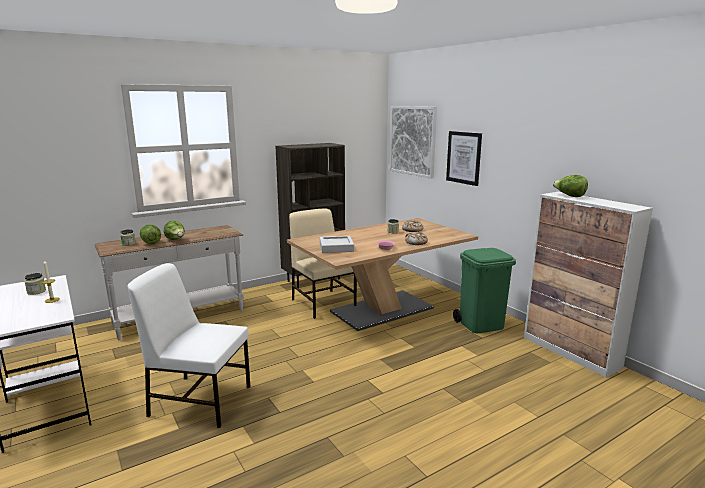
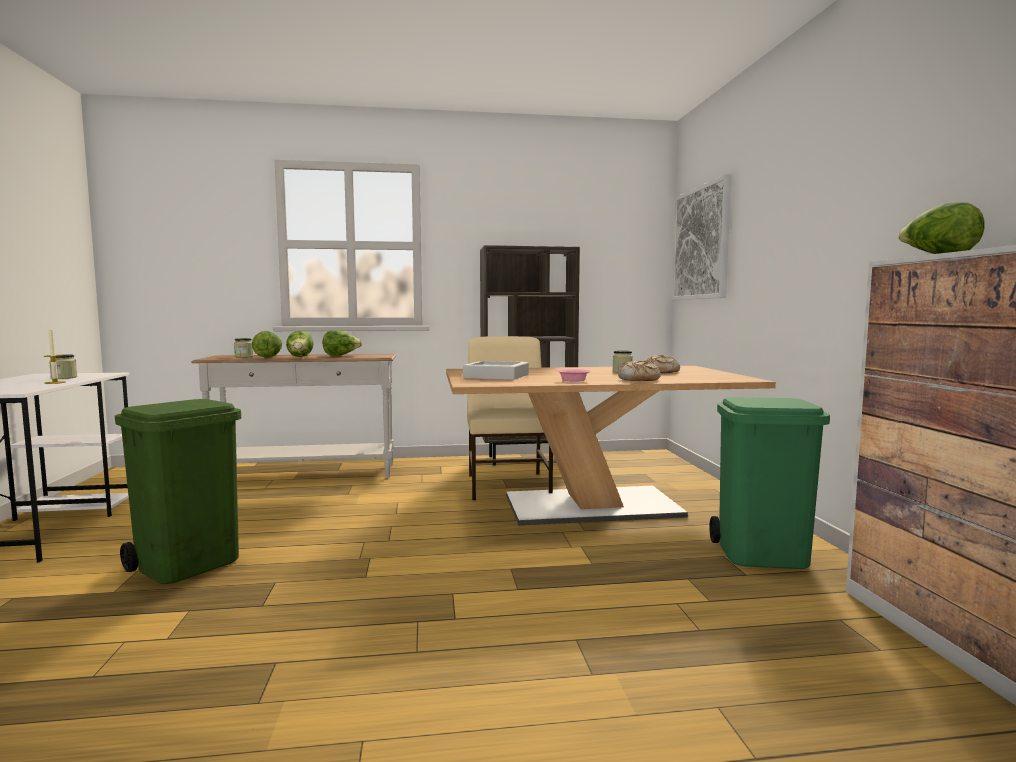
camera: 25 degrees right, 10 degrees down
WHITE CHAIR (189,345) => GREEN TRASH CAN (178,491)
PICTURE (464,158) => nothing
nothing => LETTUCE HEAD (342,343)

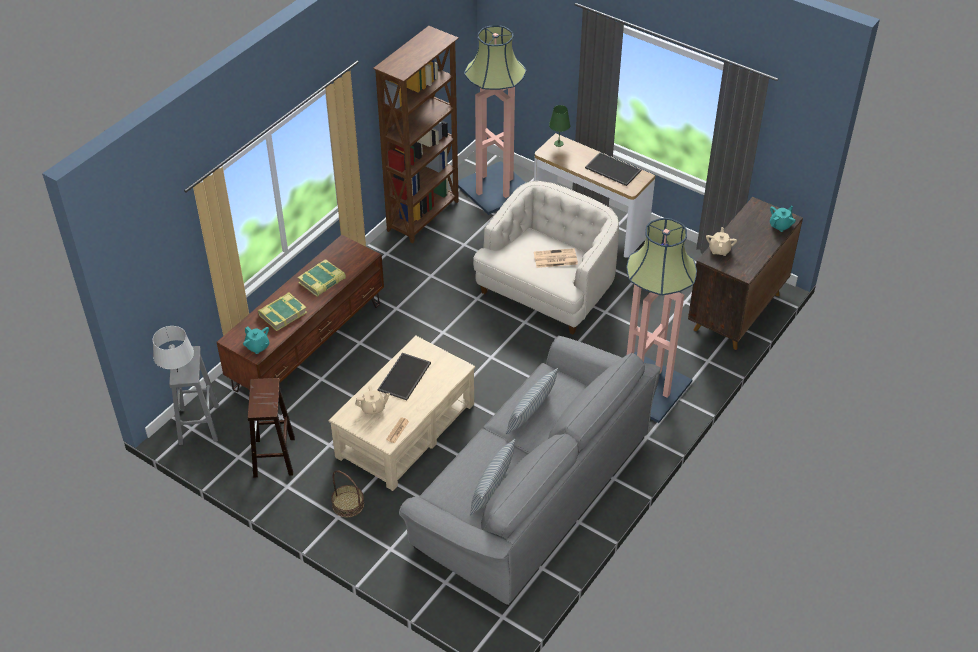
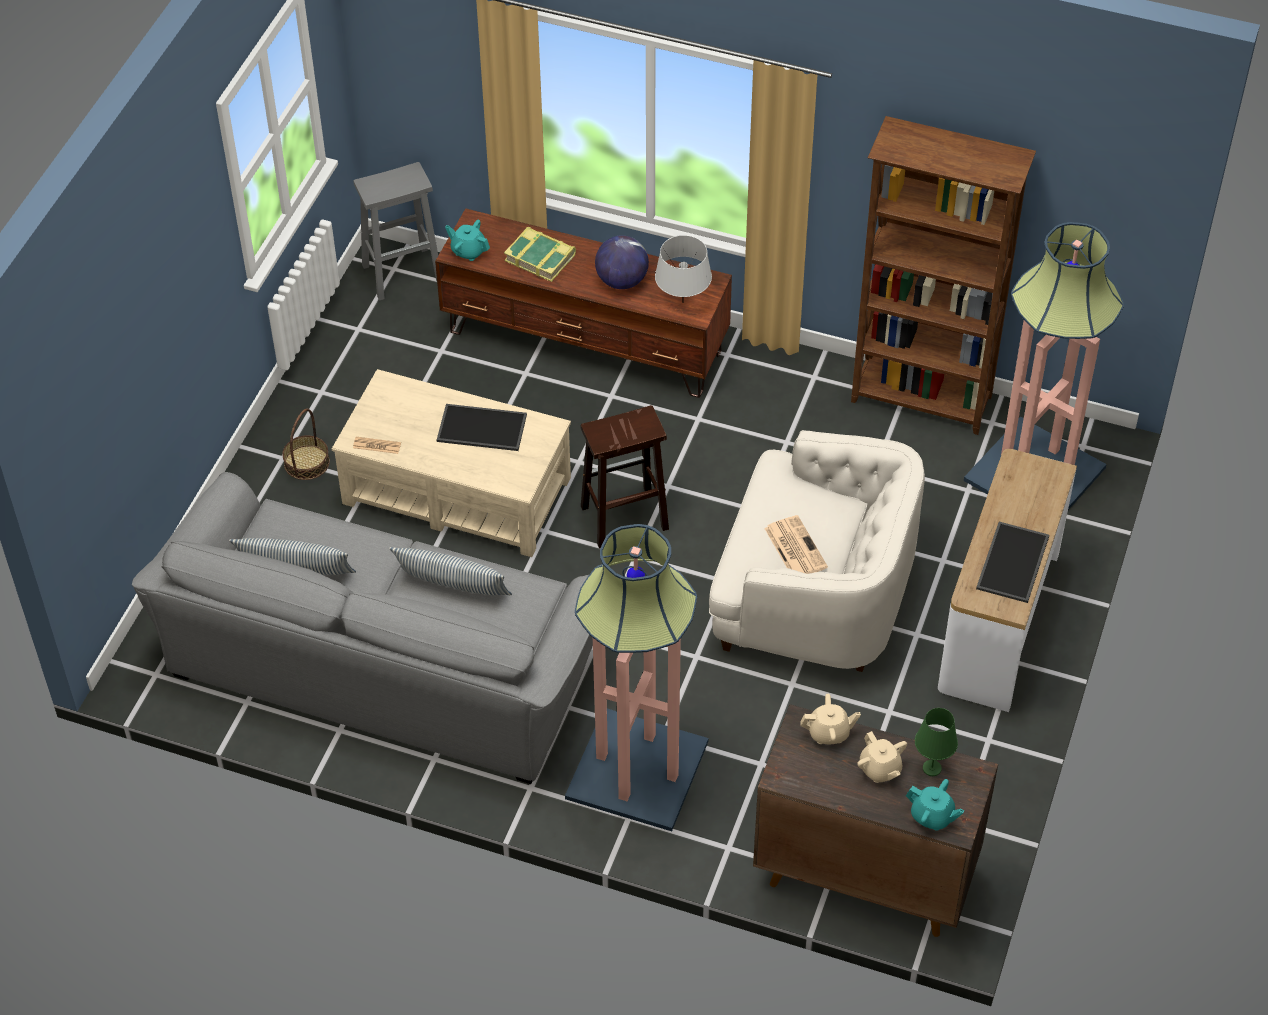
camera: 75 degrees right, 5 degrees up
GRAY TABLETOP LAMP (173,349) => GRAY TABLETOP LAMP (683,268), relocated
TURQUOISE-COLOURED TEA POT (256,340) => TURQUOISE-COLOURED TEA POT (467,240), 90 degrees clockwise
BROWN SITTING STOOL (271,427) => BROWN SITTING STOOL (625,477), relocated
BOUND BOOK (322,278) => GLOBE (622,262)
BEIGE-COLOURED TEA POT (372,400) => BEIGE-COLOURED TEA POT (882,757), relocated
GREEN TABLETOP LAMP (559,126) => GREEN TABLETOP LAMP (936,742), relocated

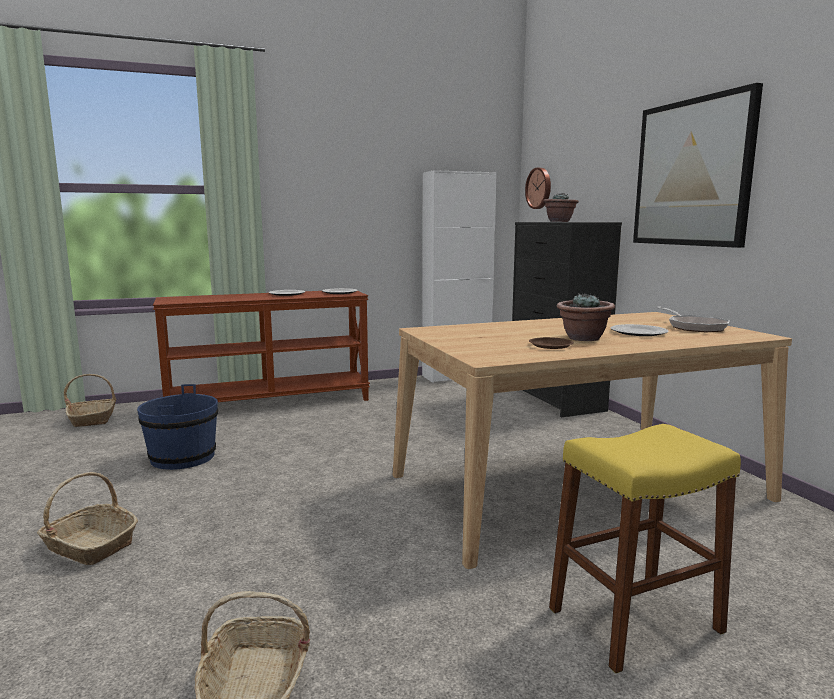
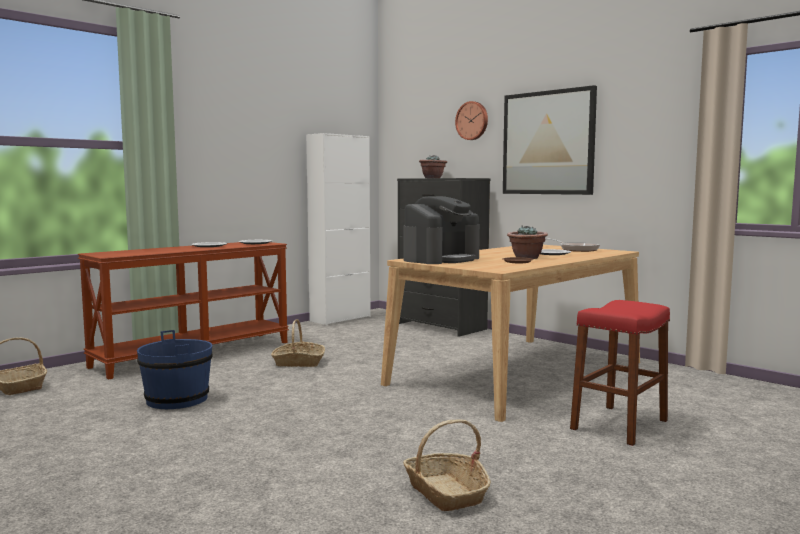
camera: 25 degrees left, 5 degrees down
HOUSEHOLD BASKET (87,518) => HOUSEHOLD BASKET (298,343), relocated
CLOCK ON THE WALL (538,188) => CLOCK ON THE WALL (471,120), relocated
YELLOWISH SITTING STOOL (645,548) => RED-COLOURED SITTING STOOL (620,373)
nothing => COFFEE BREWER (442,230)

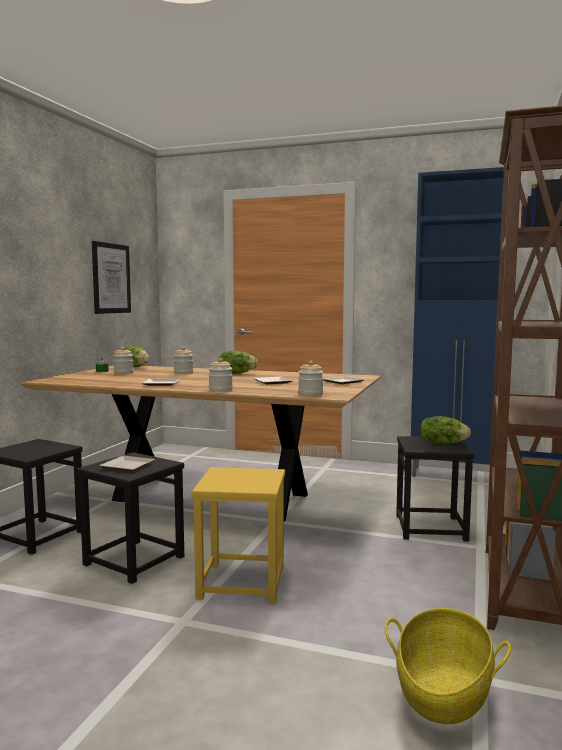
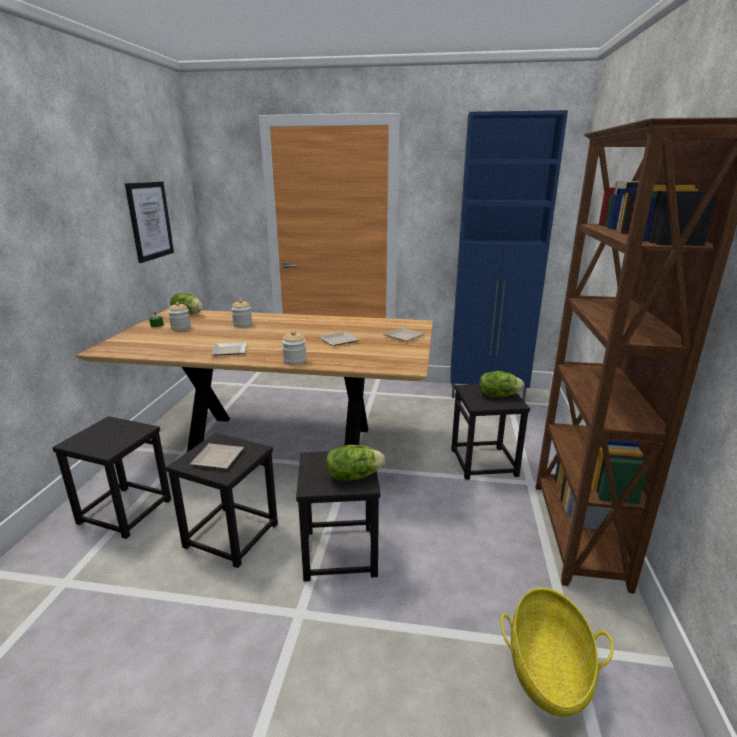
camera: 10 degrees left, 15 degrees up
YELLOWISH SITTING STOOL (238,535) => BLACKISH SITTING STOOL (338,516)
LETTUCE HEAD (238,362) => LETTUCE HEAD (355,463), relocated
PRESERVE JAR (310,378) => nothing

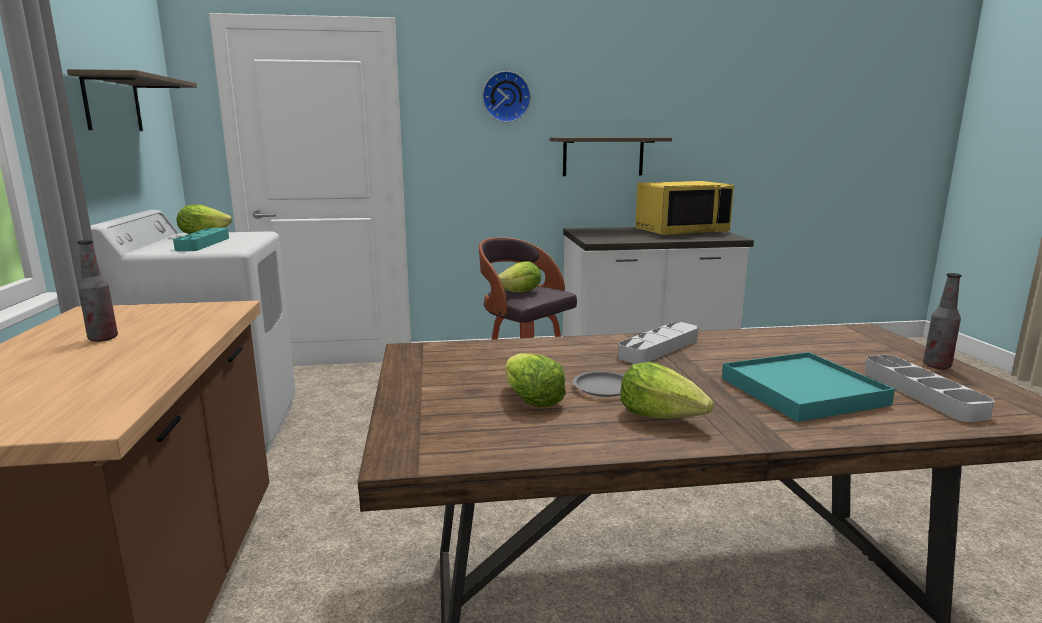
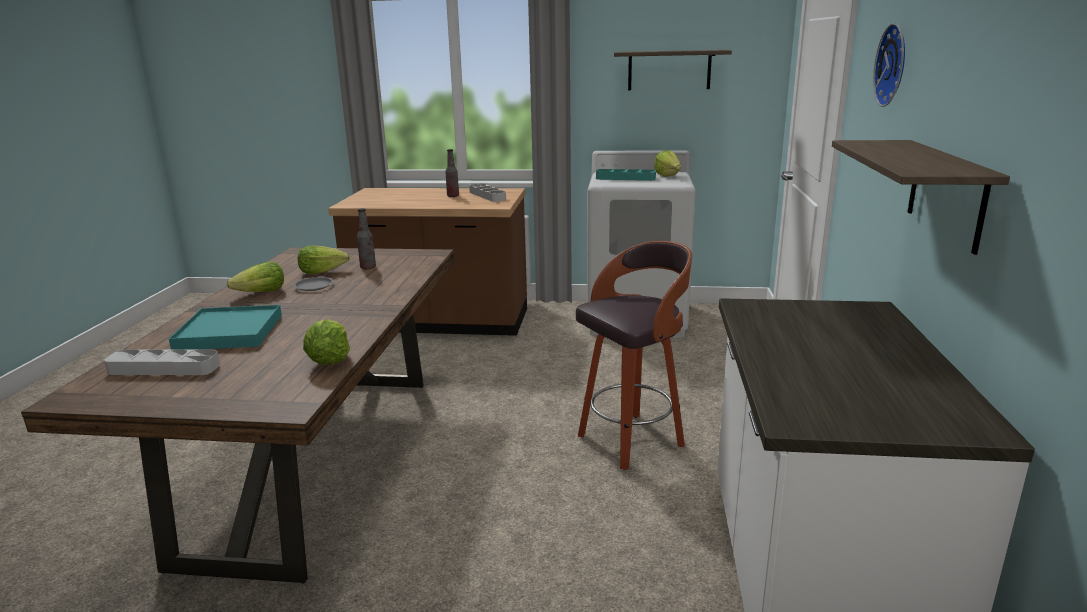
camera: 105 degrees right, 5 degrees up
LETTUCE HEAD (519,276) => LETTUCE HEAD (326,342), relocated
GRAY CARRYING TRAY (658,343) => GRAY CARRYING TRAY (487,192), relocated
YELLOWISH MICROWAVE OVEN (684,208) => nothing
BOTTLE (942,321) => BOTTLE (366,238), relocated

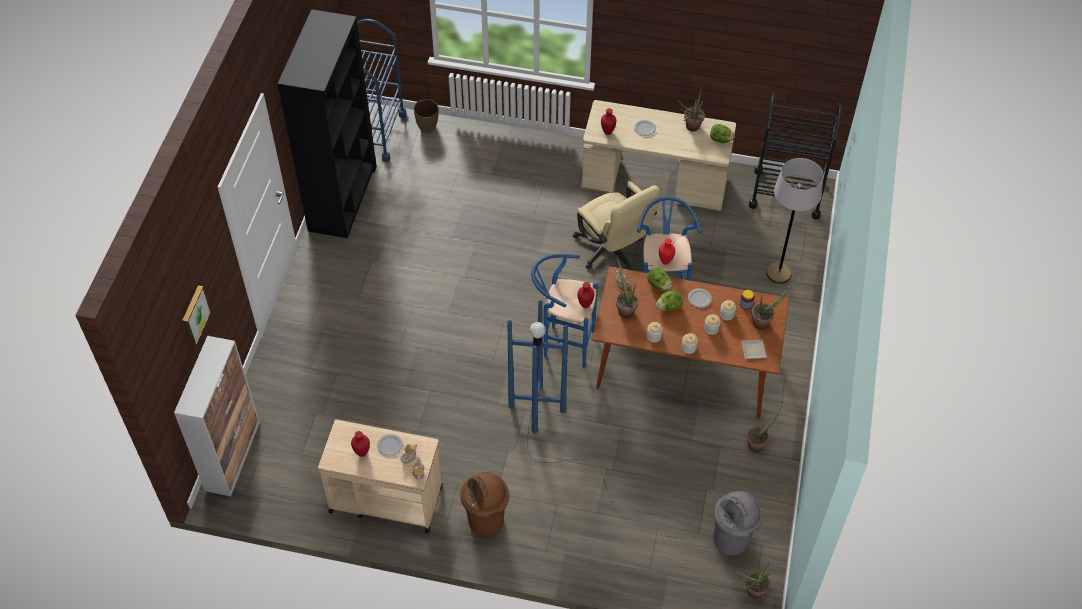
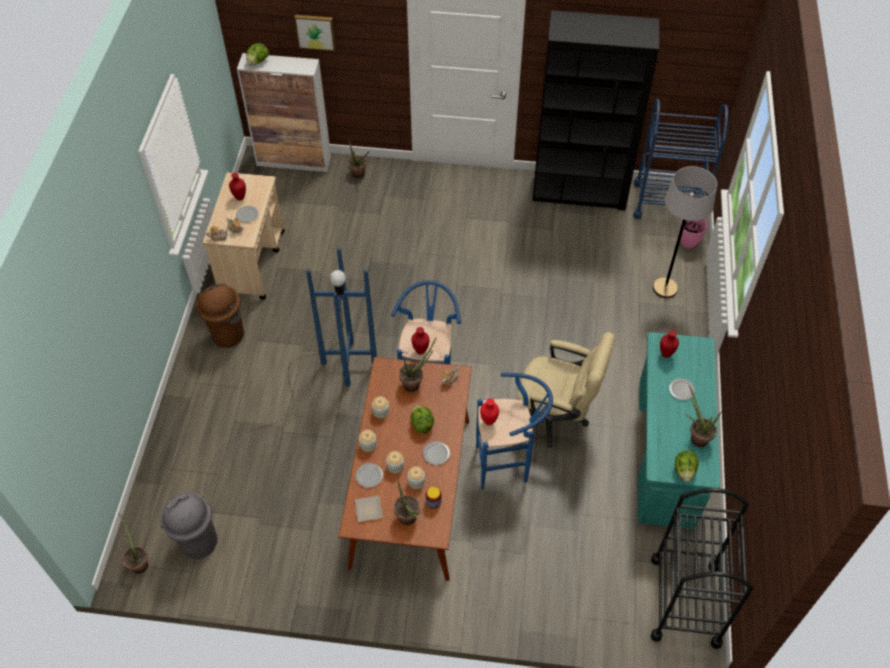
camera: 85 degrees right, 0 degrees up
BROWN DECORATIVE VASE (426,116) => PINKISH DECORATIVE VASE (693,234)
BEIGE-COLOURED COMPUTER CHAIR (617,225) => BEIGE-COLOURED COMPUTER CHAIR (566,389), 120 degrees counterclockwise
BEIGE-COLOURED DESK (659,155) => TURQUOISE-COLOURED DESK (679,430)
LETTUCE HEAD (659,279) => LETTUCE HEAD (257,54), relocated
PLANT IN A POT (765,426) => PLANT IN A POT (359,157), relocated
GRAY STANDING LAMP (795,221) => GRAY STANDING LAMP (685,232), relocated
nothing => DINNER PLATE (369,475)

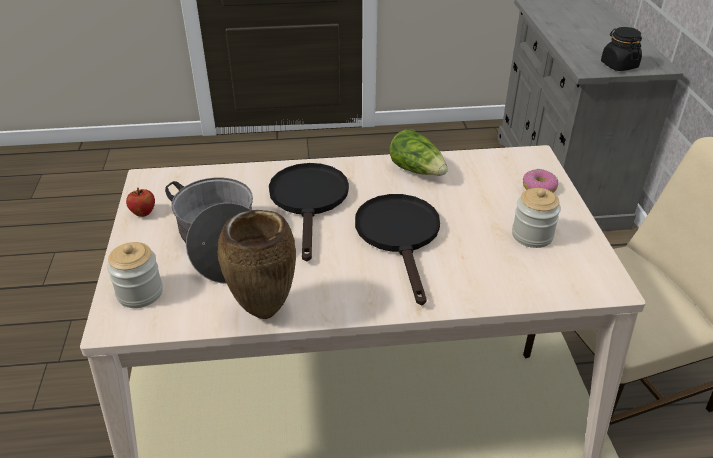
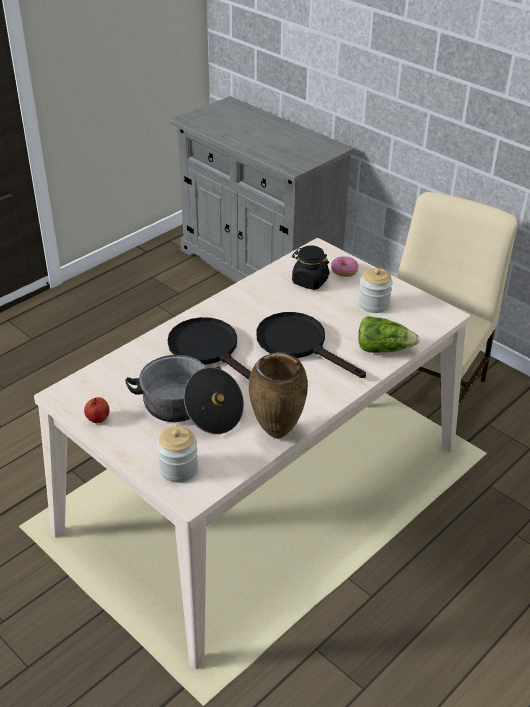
camera: 40 degrees left, 0 degrees up
LETTUCE HEAD (418,152) => LETTUCE HEAD (389,334), relocated
BLACKISH PRESERVE JAR (621,49) => BLACKISH PRESERVE JAR (311,267), relocated

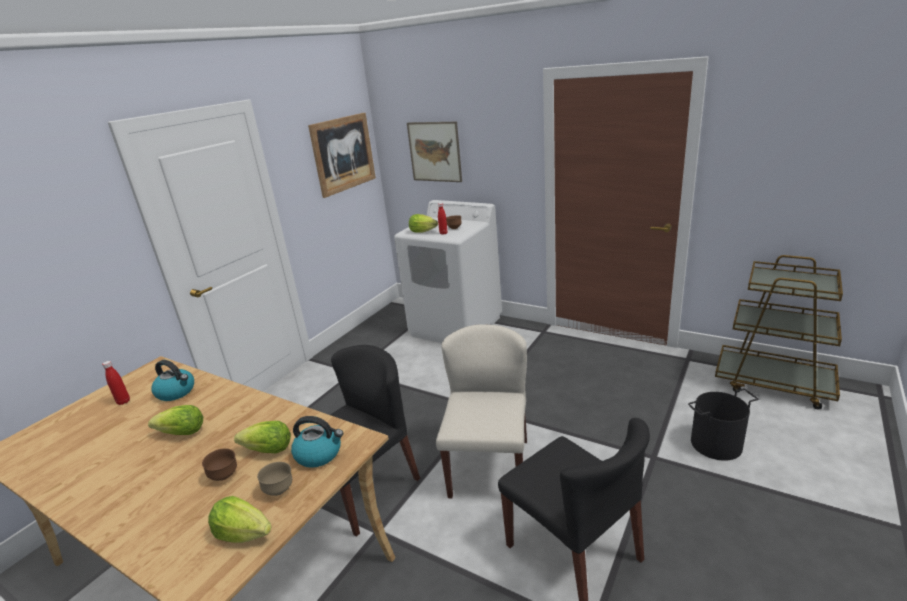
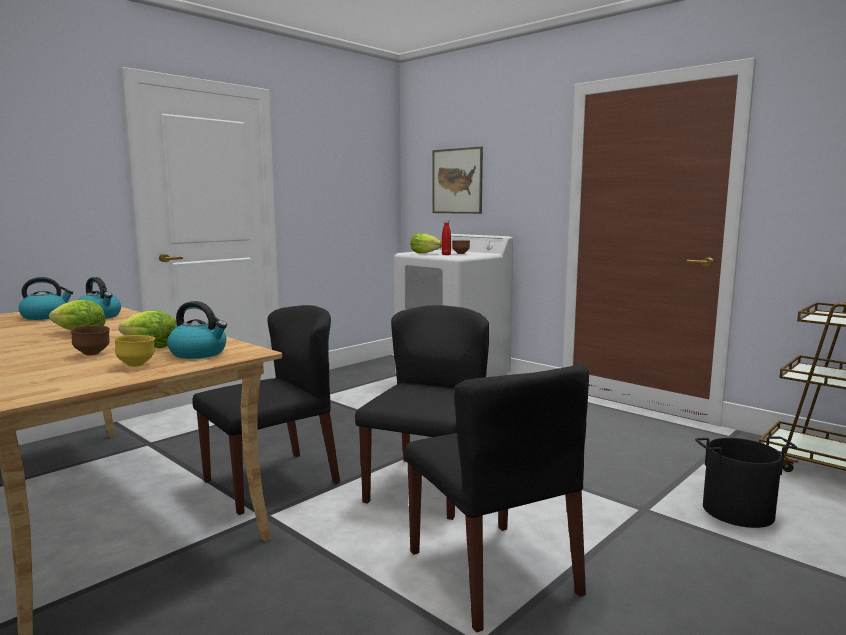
camera: 10 degrees right, 15 degrees down
RED-COLOURED BOTTLE (116,383) => WATER KETTLE (46,298)
LETTUCE HEAD (240,519) => nothing
BROWN DEEP DISH (274,479) => YELLOWISH DEEP DISH (134,351)
PICTURE (342,155) => nothing
BEIGE-COLOURED CHAIR (481,411) => BLACKISH CHAIR (422,412)

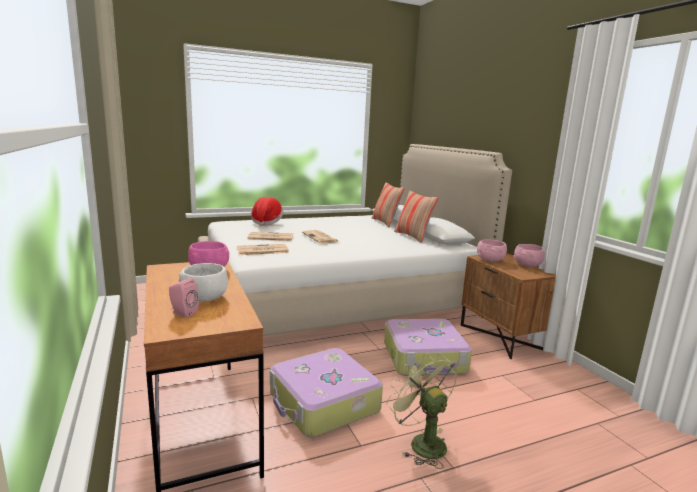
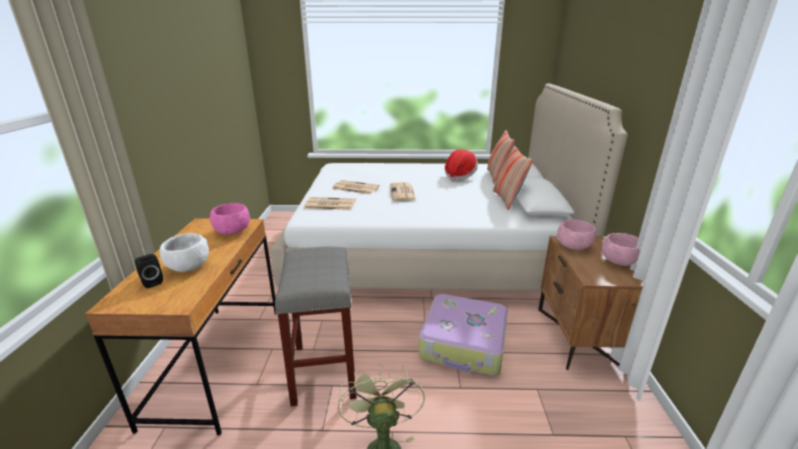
camera: 25 degrees right, 10 degrees up
PINKISH AUDIO SPEAKER (184,297) => BLACKISH AUDIO SPEAKER (149,271)
HAT (267,211) => HAT (461,165), relocated
TRAVEL CASE (326,392) => GRAY SITTING STOOL (316,326)

